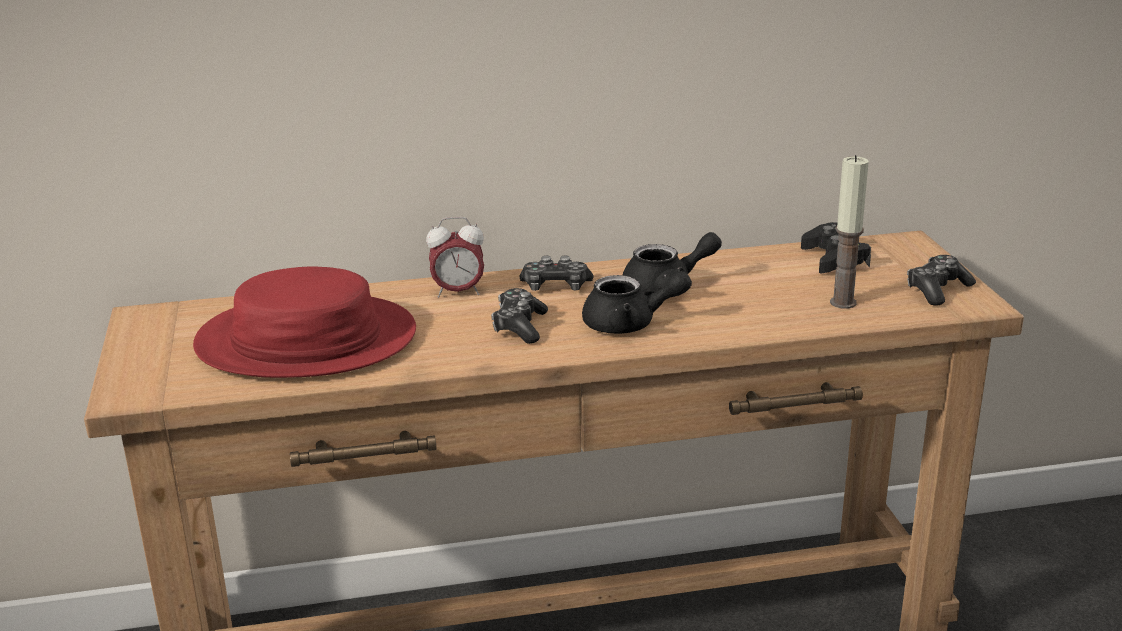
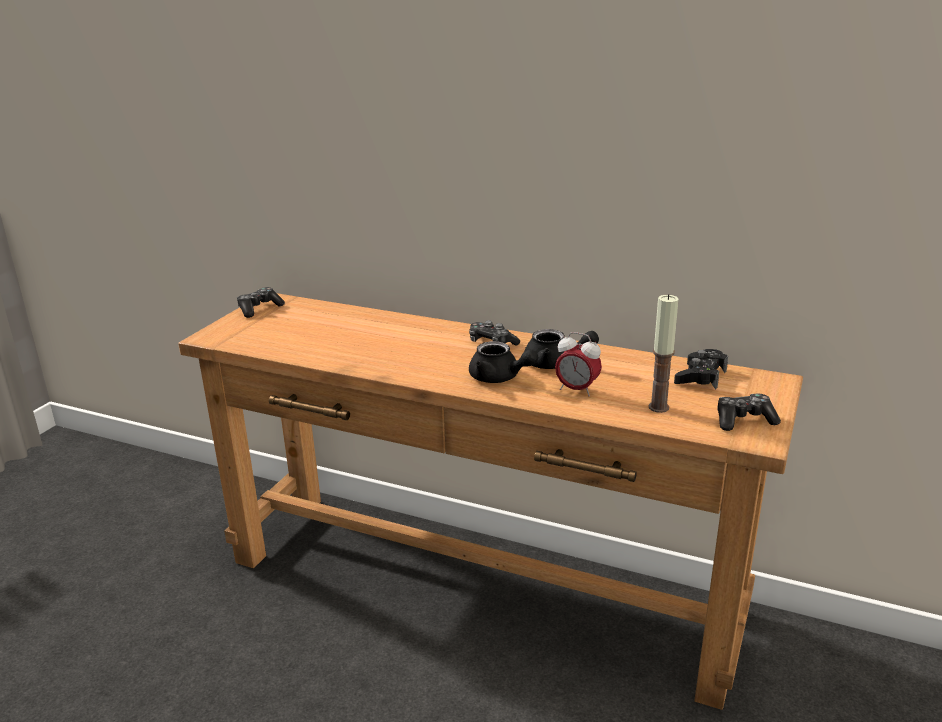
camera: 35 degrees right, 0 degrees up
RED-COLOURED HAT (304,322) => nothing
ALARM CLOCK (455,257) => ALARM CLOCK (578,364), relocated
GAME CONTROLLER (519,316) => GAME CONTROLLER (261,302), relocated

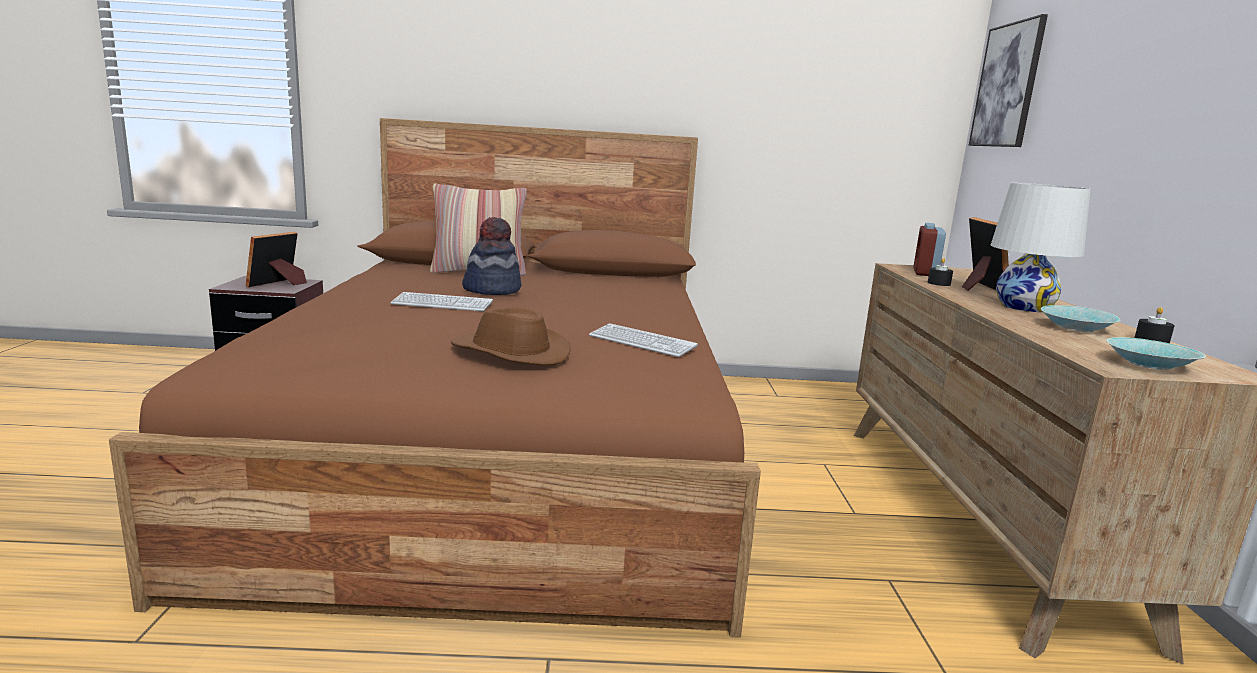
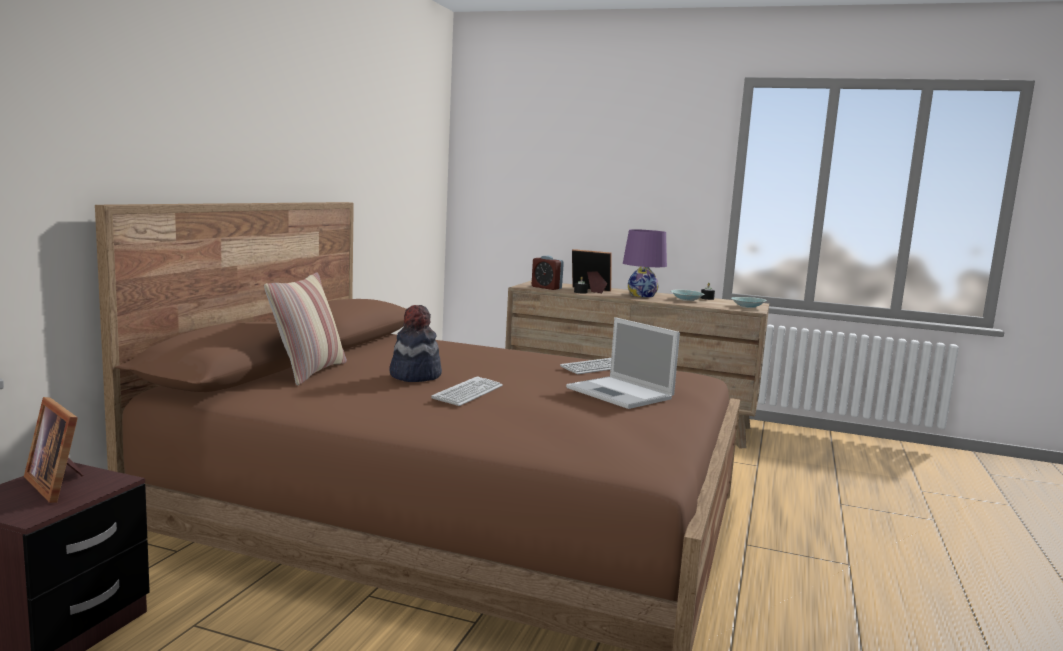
camera: 70 degrees left, 5 degrees down
BROWN HAT (511,336) => LAPTOP (623,363)
PICTURE (1008,80) => nothing
WHITE TABLETOP LAMP (1041,247) => PURPLE TABLETOP LAMP (645,263)

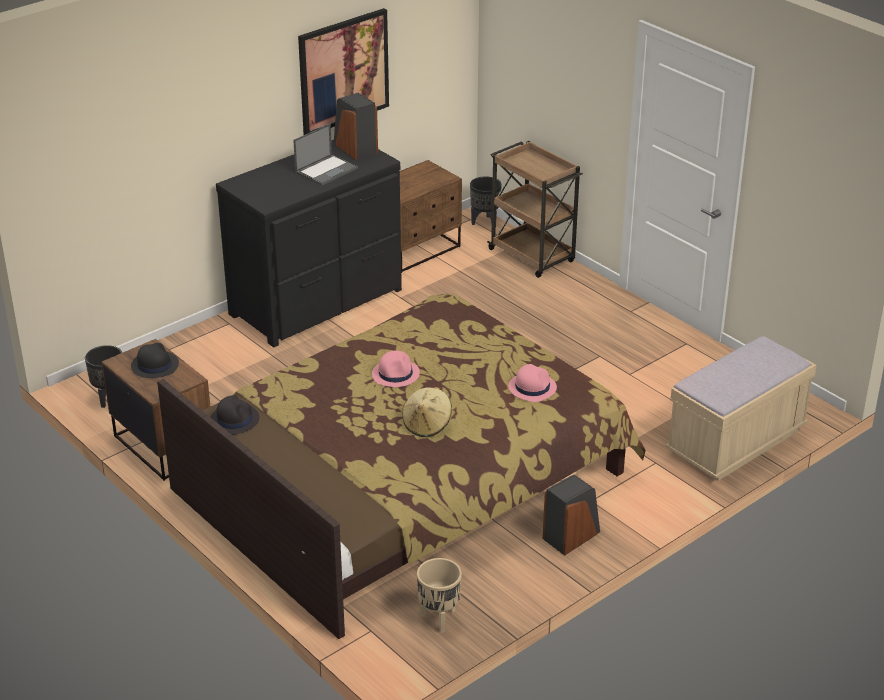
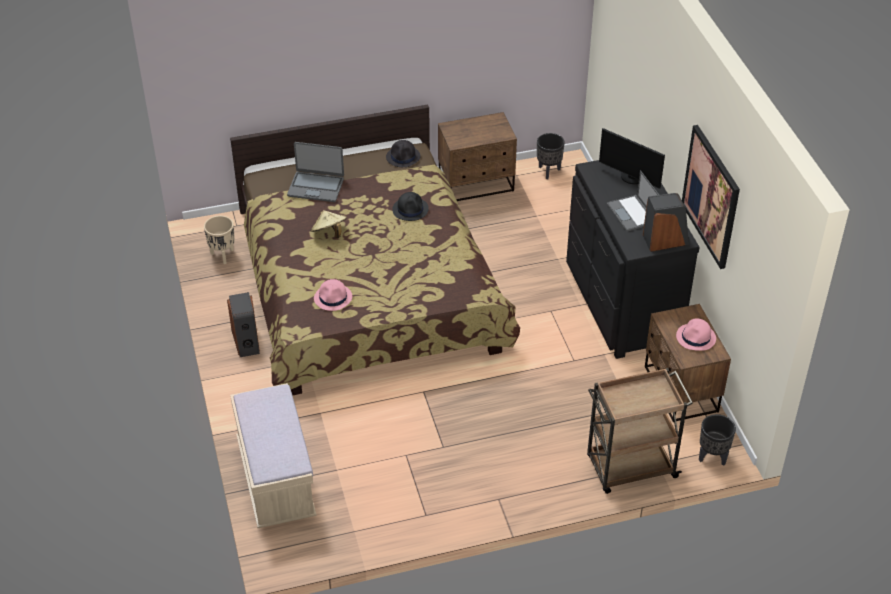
camera: 115 degrees right, 10 degrees up
BLACKISH HAT (155,360) => BLACKISH HAT (410,206), relocated
PINKISH HAT (396,369) => PINKISH HAT (696,334), relocated
nothing => LAPTOP (315,172)
nothing => MONITOR (632,158)

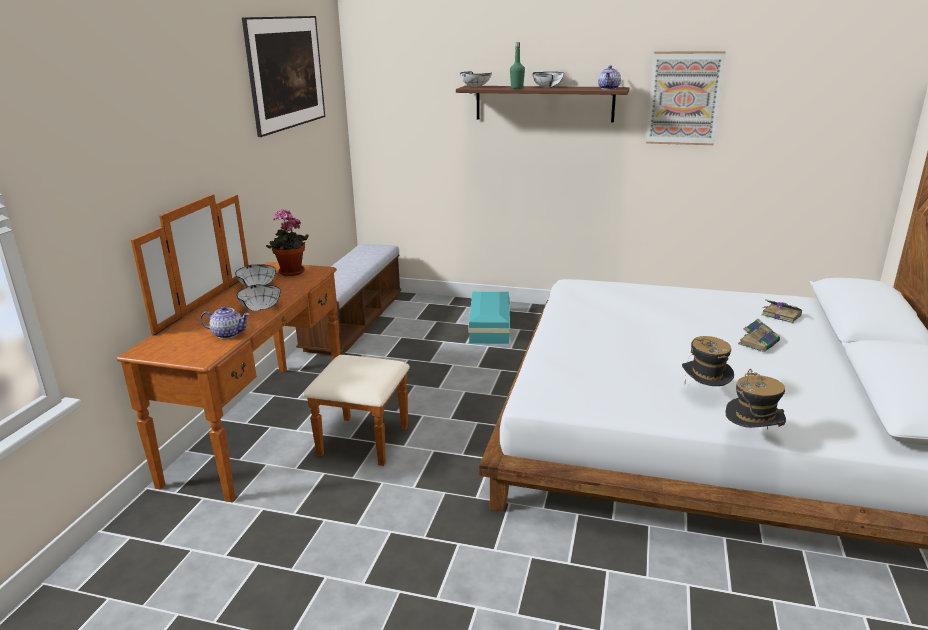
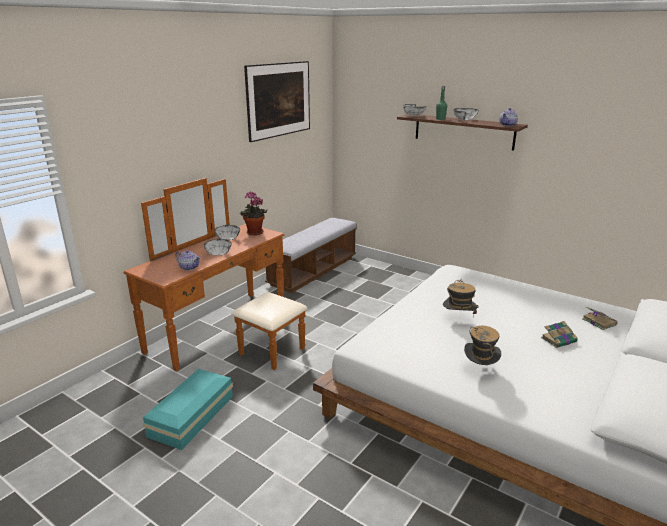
camera: 20 degrees right, 0 degrees up
TURQUOISE-COLOURED STORAGE CONTAINER (489,318) => TURQUOISE-COLOURED STORAGE CONTAINER (188,409), relocated
PICTURE (685,98) => nothing
HAT (755,399) => HAT (461,297), relocated

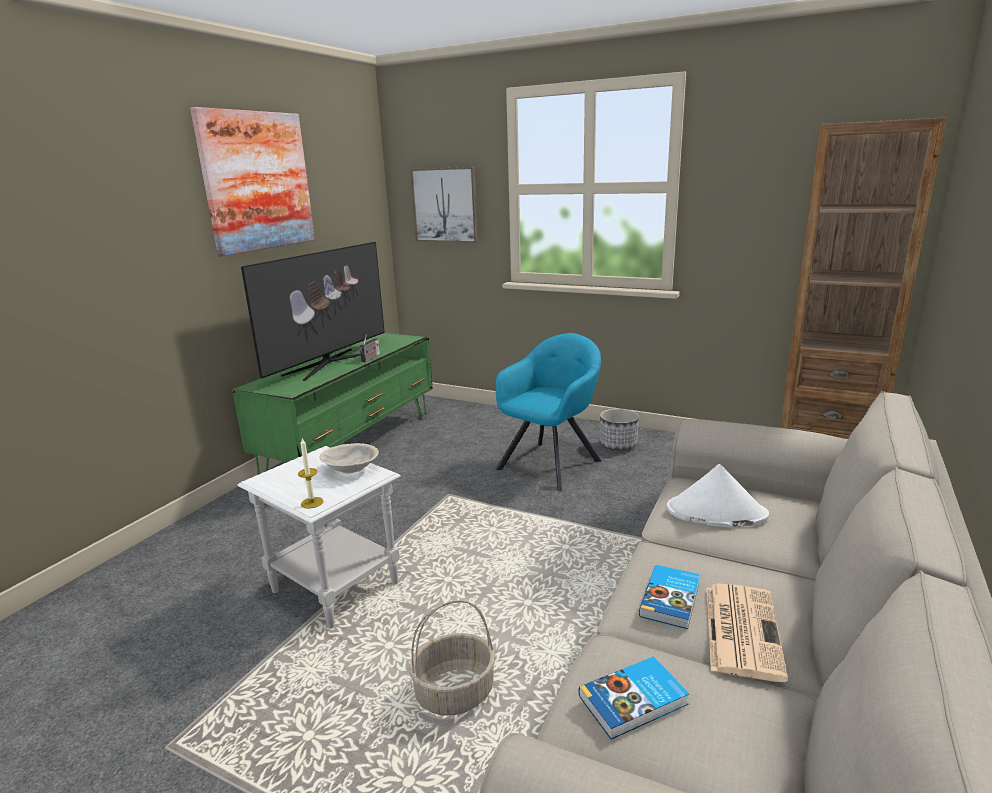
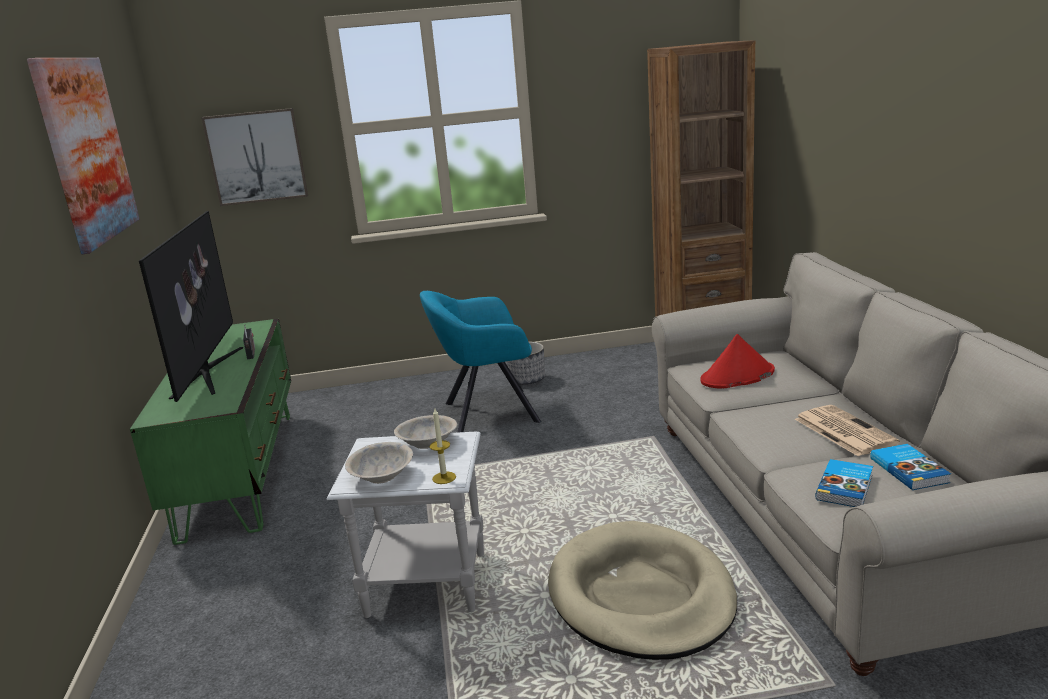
camera: 35 degrees left, 0 degrees up
HOUSEHOLD BASKET (452,658) => BEIGE-COLOURED PET BED (642,590)
TURQUOISE-COLOURED LOUNGE CHAIR (548,412) => TURQUOISE-COLOURED LOUNGE CHAIR (480,362), 105 degrees counterclockwise
BOUND BOOK (669,597) => BOUND BOOK (910,467), relocated
WHITE HAT (718,495) => RED-COLOURED HAT (737,361)
nothing => BEIGE-COLOURED DEEP DISH (379,463)

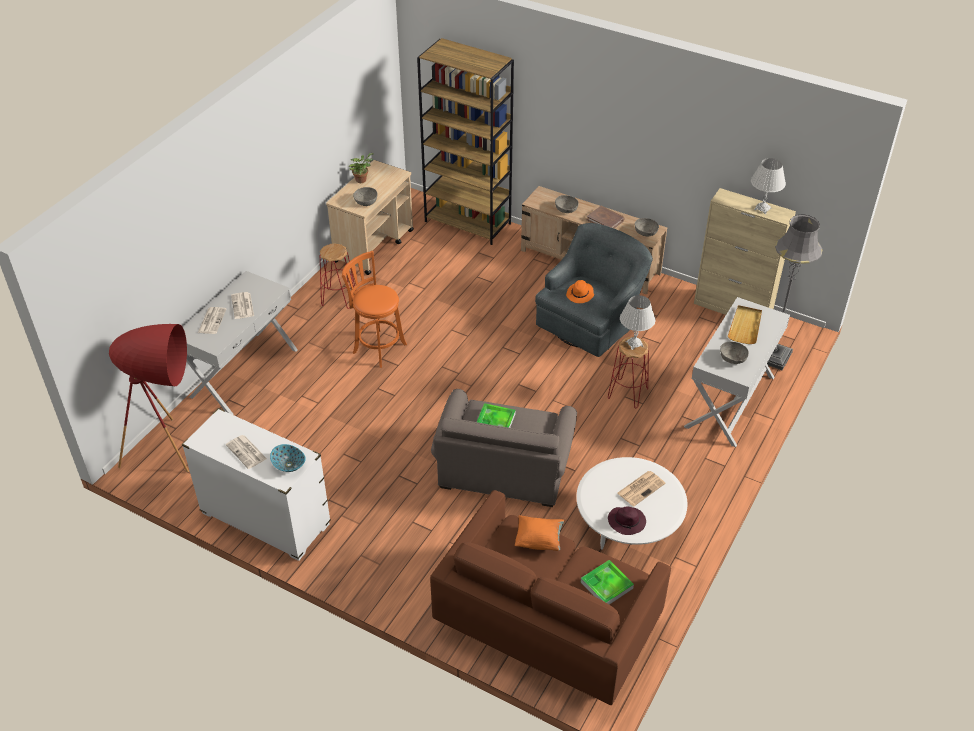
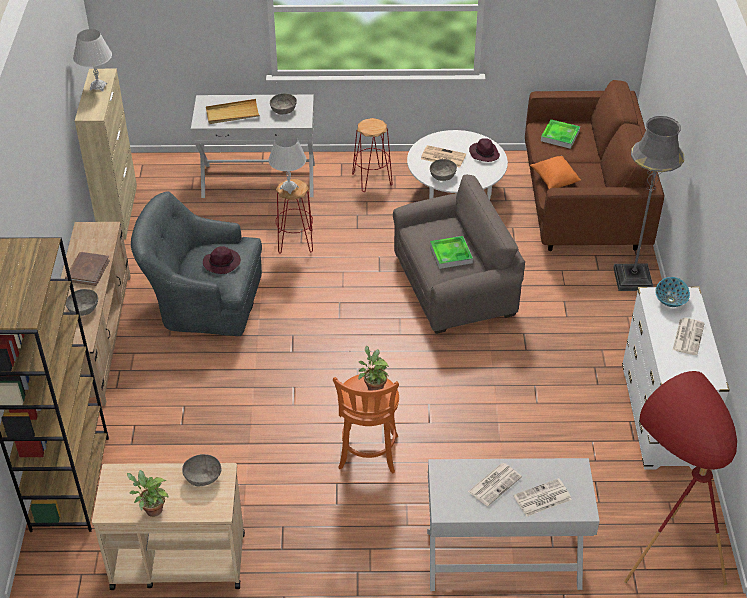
camera: 120 degrees left, 0 degrees up
RED-COLOURED SITTING STOOL (338,276) => RED-COLOURED SITTING STOOL (372,155), relocated
ORANGEY HAT (580,291) => PURPLE HAT (222,260)
GRAY DEEP DISH (647,227) => GRAY DEEP DISH (443,170), relocated
GRAY STANDING LAMP (795,292) => GRAY STANDING LAMP (648,203), relocated
nothing => PLANT IN A POT (373,368)

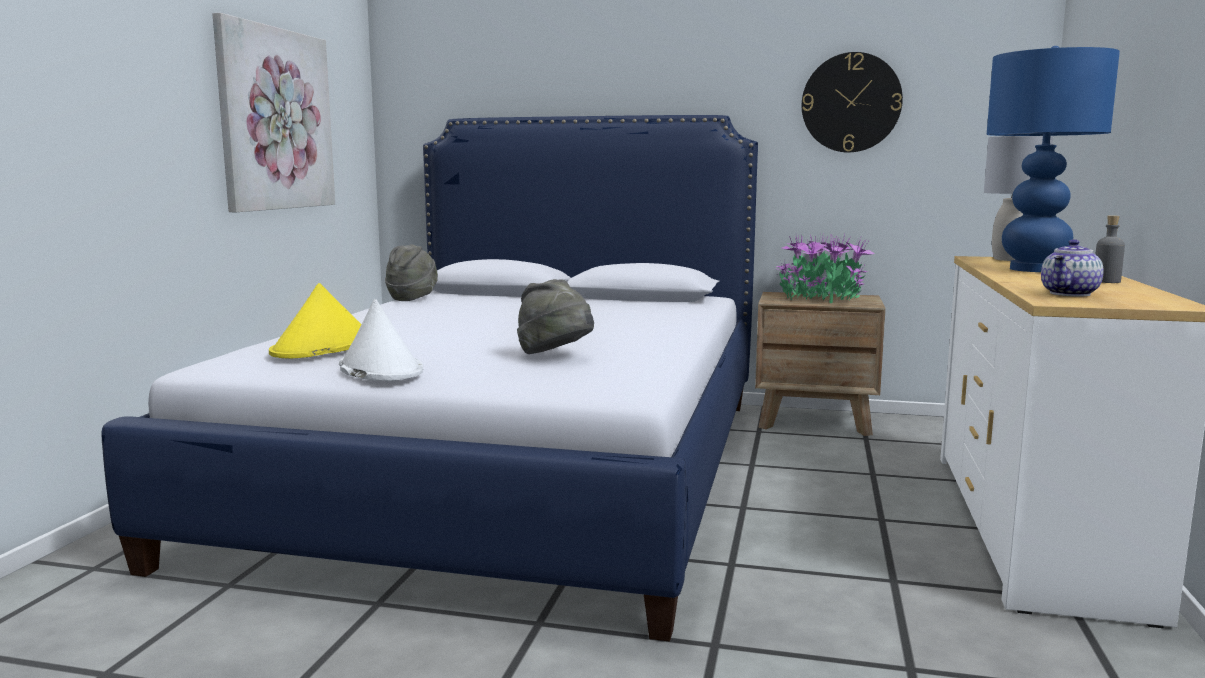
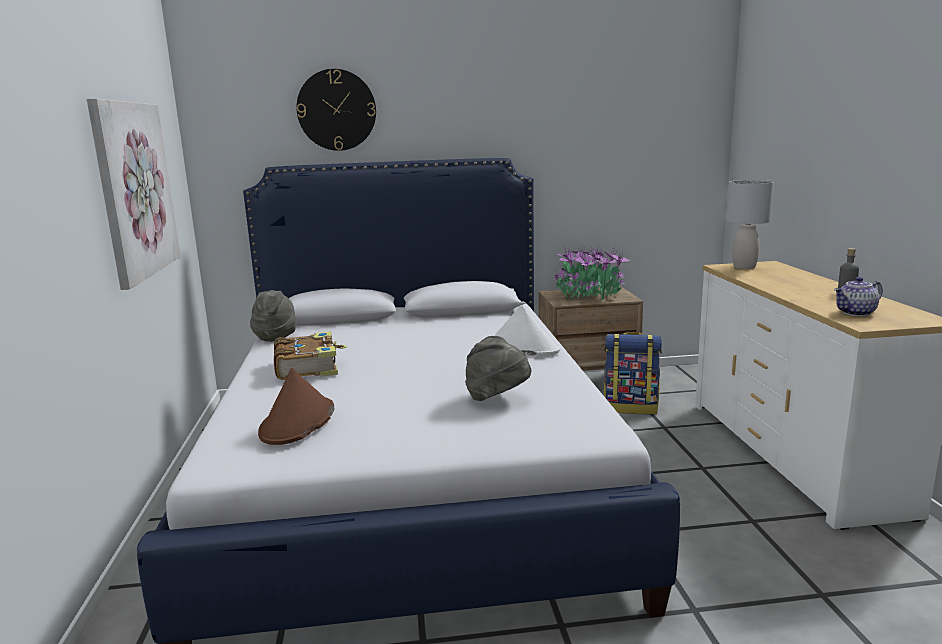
camera: 20 degrees left, 5 degrees up
YELLOWISH HAT (315,320) => BROWN HAT (296,406)
WHITE HAT (381,339) => WHITE HAT (527,330), relocated
CLOCK ON THE WALL (852,102) => CLOCK ON THE WALL (336,110), relocated
BLUE-COLOURED TABLETOP LAMP (1053,159) => nothing
TEA POT (1072,268) => TEA POT (858,296), 45 degrees clockwise
nothing => BOUND BOOK (310,355)
nothing => RUCKSACK (633,373)

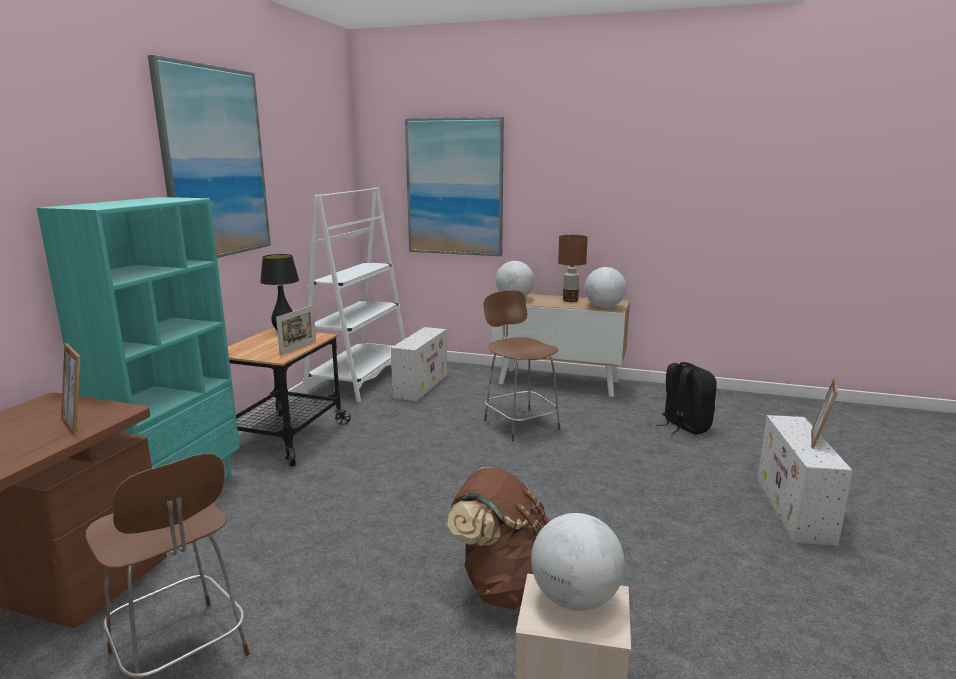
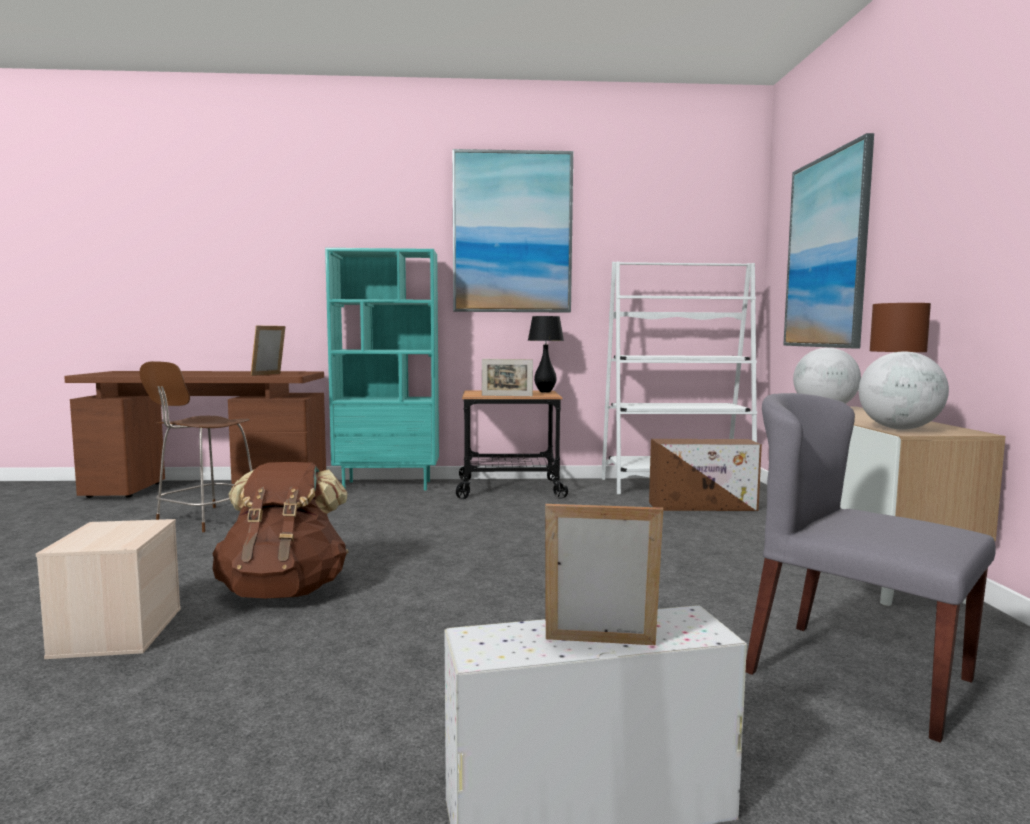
camera: 70 degrees right, 10 degrees down
WHITE STORAGE CONTAINER (419,364) => BROWN STORAGE CONTAINER (705,475)
BROWN CHAIR (522,365) => nothing
GLOBE (578,562) => nothing
BLACKISH RUCKSACK (687,398) => GRAY CHAIR (871,568)

